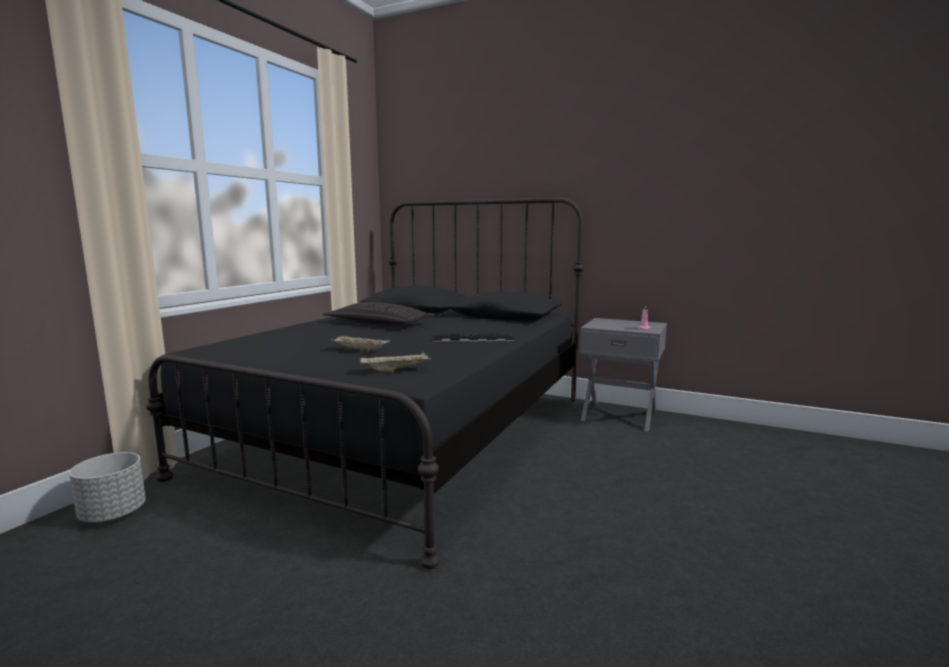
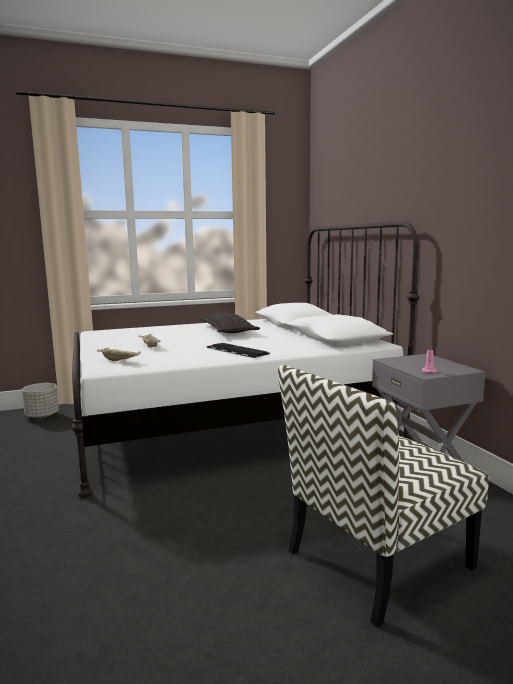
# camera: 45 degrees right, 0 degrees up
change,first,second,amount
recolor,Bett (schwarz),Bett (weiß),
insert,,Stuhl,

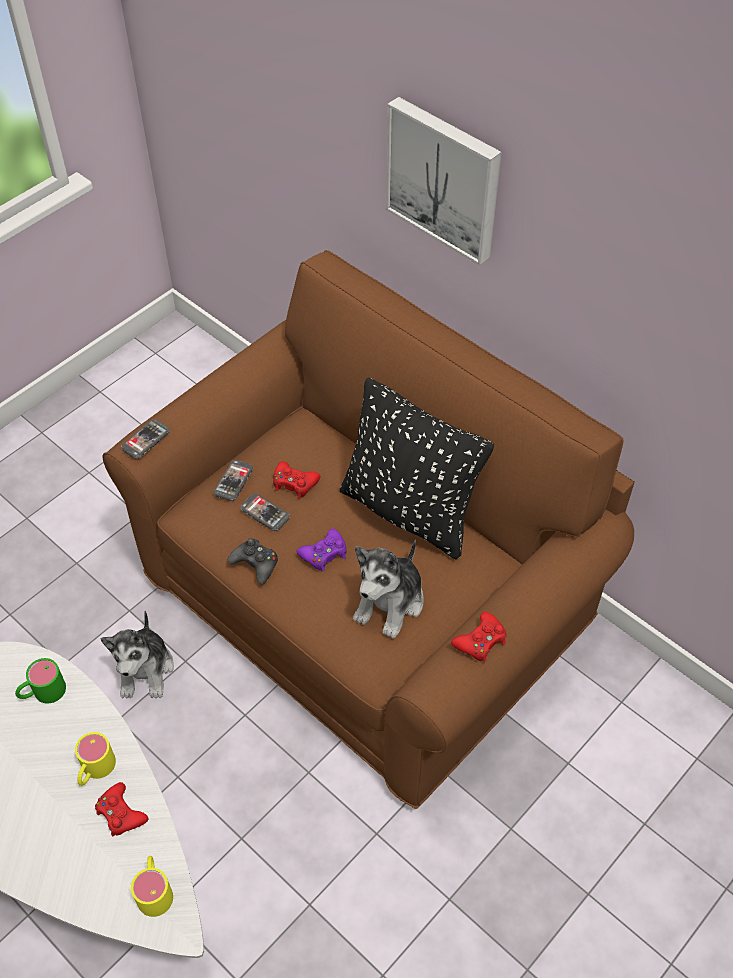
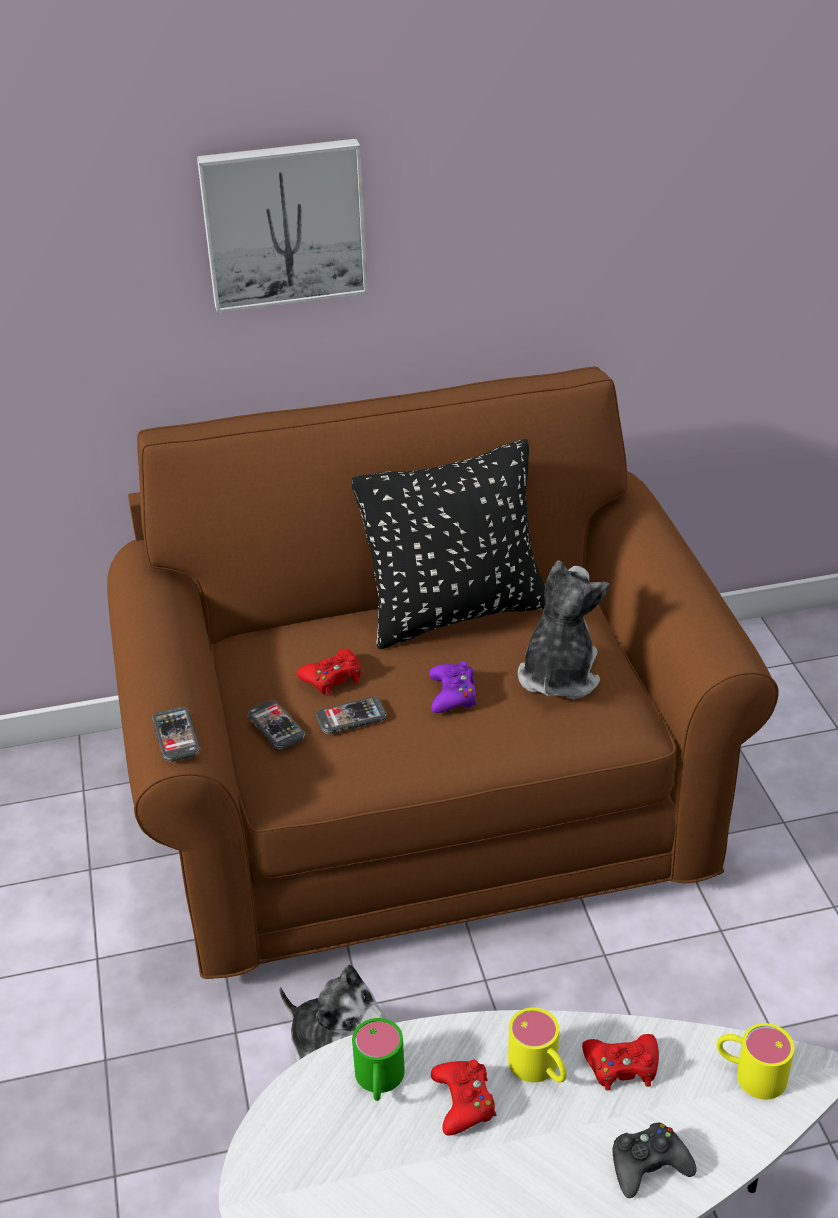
# camera: 55 degrees left, 15 degrees down
change,first,second,amount
move,Gamepad (rot) (3rd from left in the first image),Gamepad (rot) (2nd from left),
rotate,Plüschtier (2nd from left),,135 degrees counterclockwise
move,Gamepad (schwarz),,

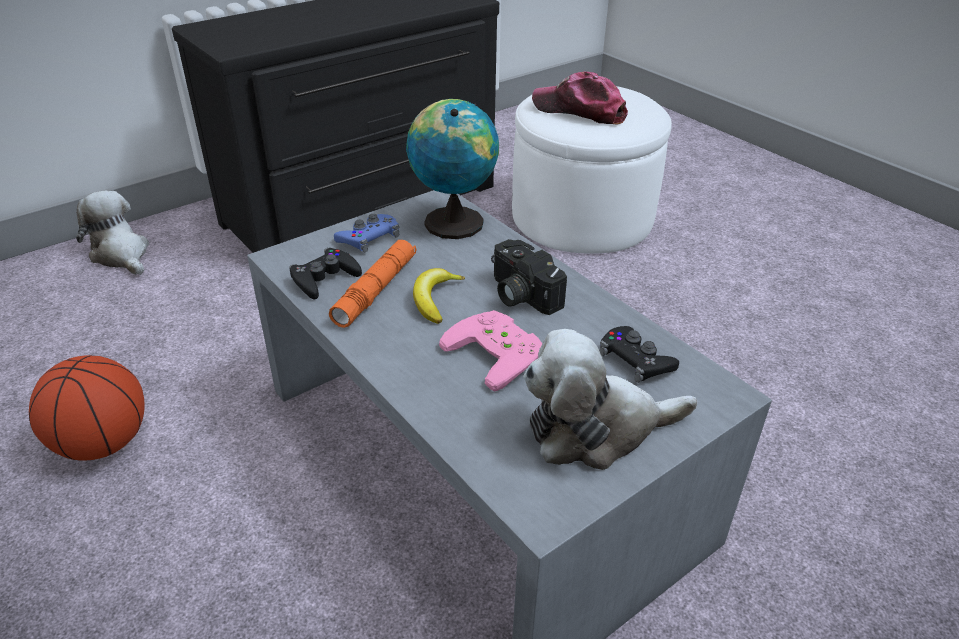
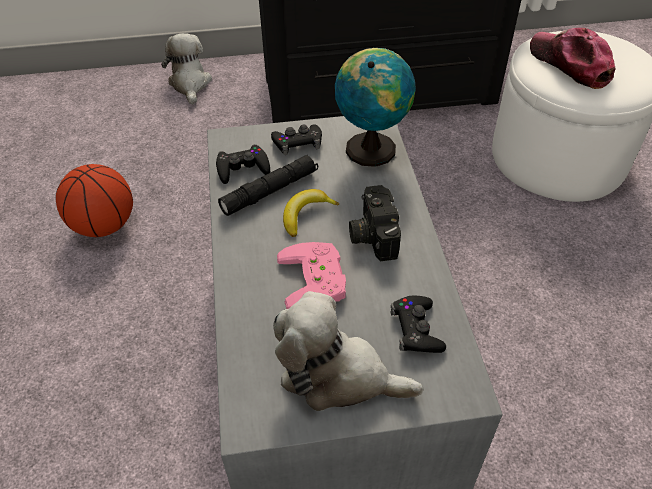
# camera: 30 degrees right, 10 degrees up
change,first,second,amount
recolor,Taschenlampe (orange),Taschenlampe (schwarz),
recolor,Gamepad (blau),Gamepad (schwarz) (2nd from left),

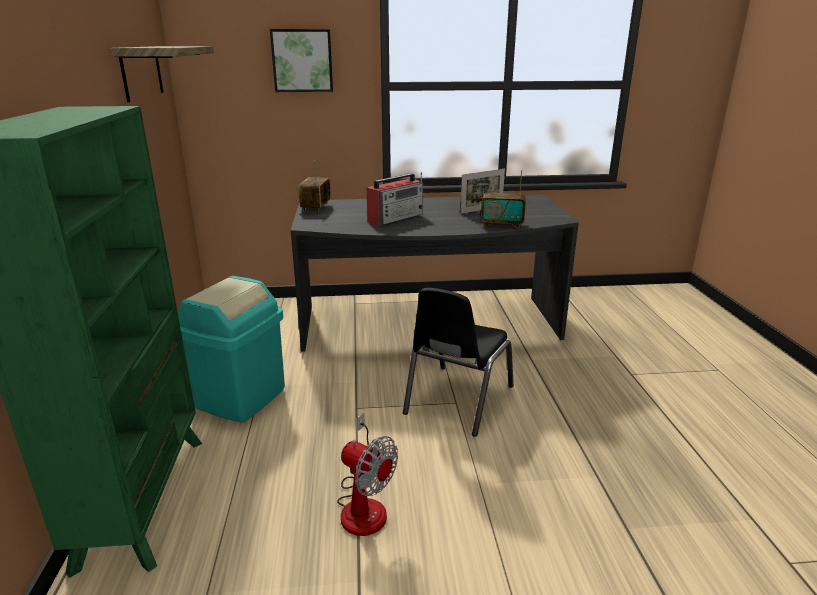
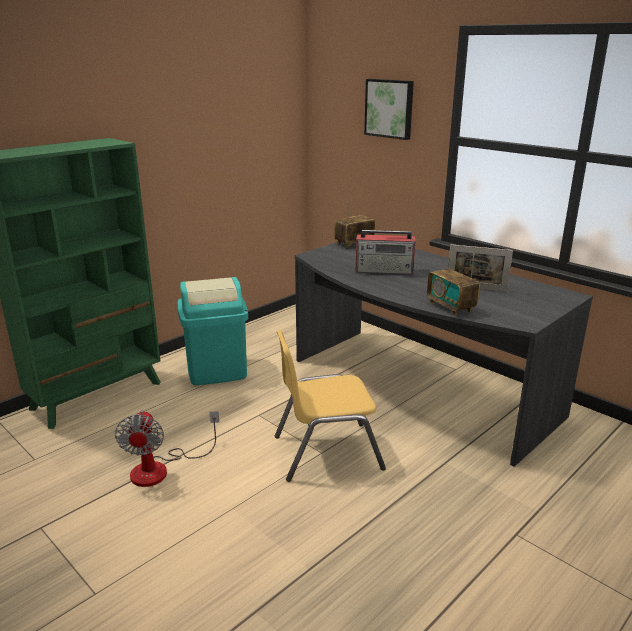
# camera: 50 degrees right, 0 degrees up
change,first,second,amount
recolor,Stuhl (schwarz),Stuhl (gelb),
delete,Wandregal,,

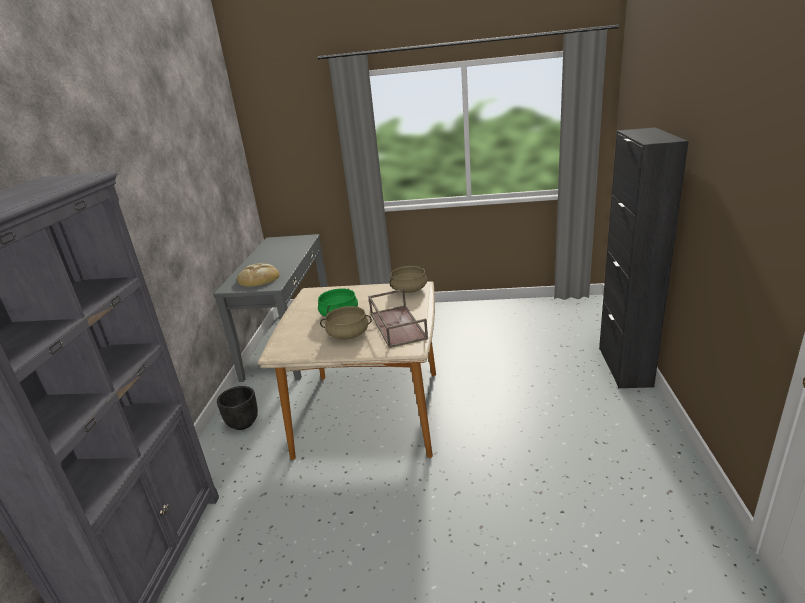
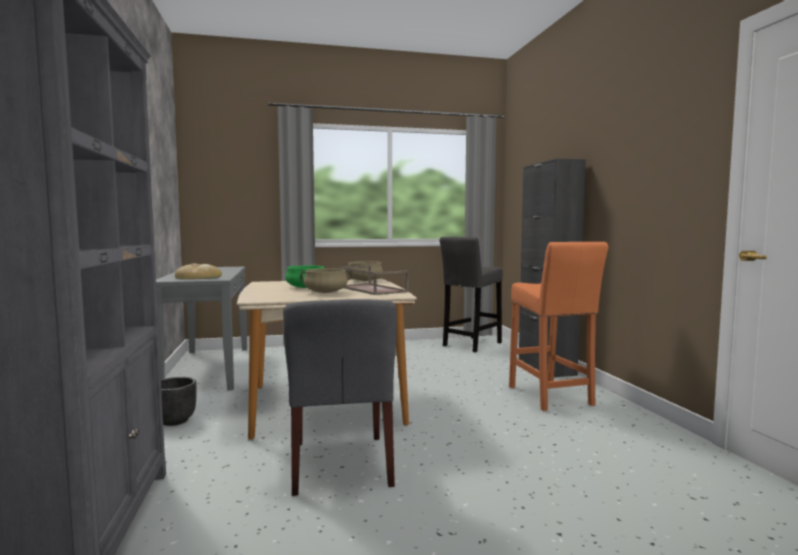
# camera: 20 degrees left, 20 degrees down
change,first,second,amount
insert,,Stuhl (grau),
insert,,Hocker (grau),
insert,,Hocker (orange),

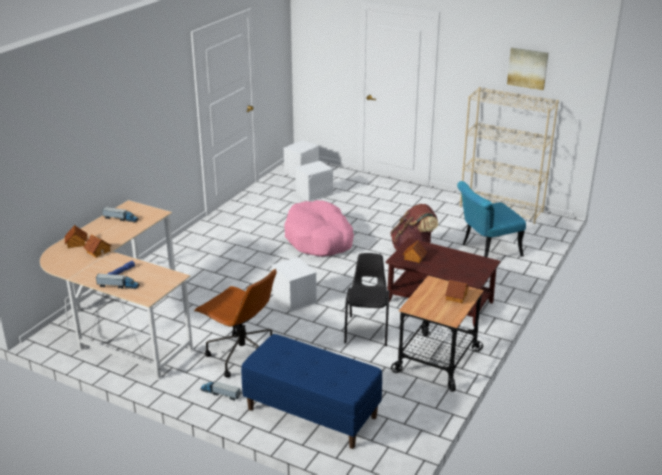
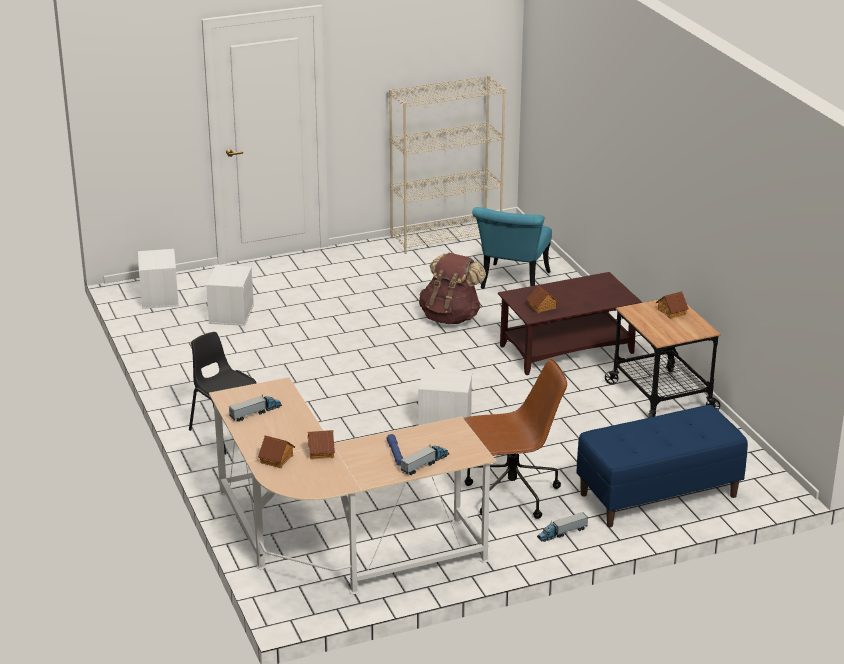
# camera: 50 degrees left, 0 degrees up
change,first,second,amount
move,Stuhl (schwarz),,
delete,Hundebett (rosa),,
delete,Bild,,

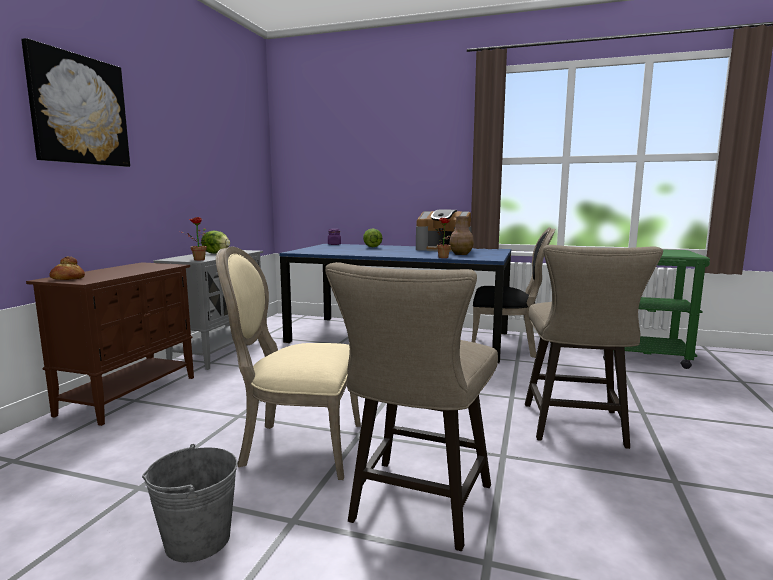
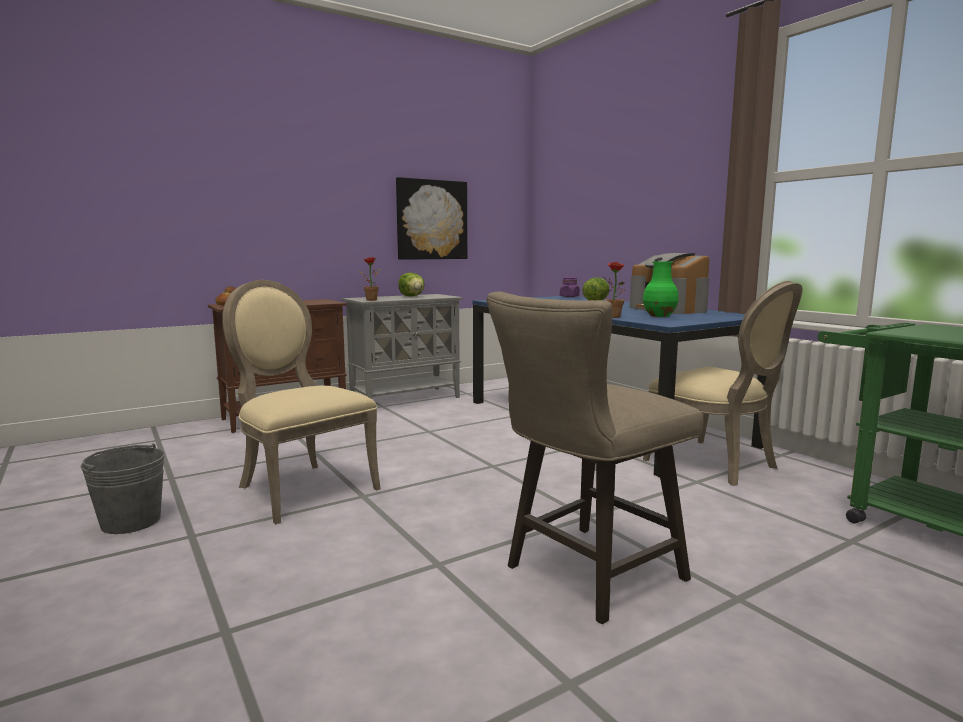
# camera: 40 degrees right, 0 degrees up
change,first,second,amount
move,Bild,,
recolor,Vase (braun),Vase (grün),
recolor,Stuhl (schwarz),Stuhl (beige) (2nd from left),
delete,Hocker (beige) (1st from left),,

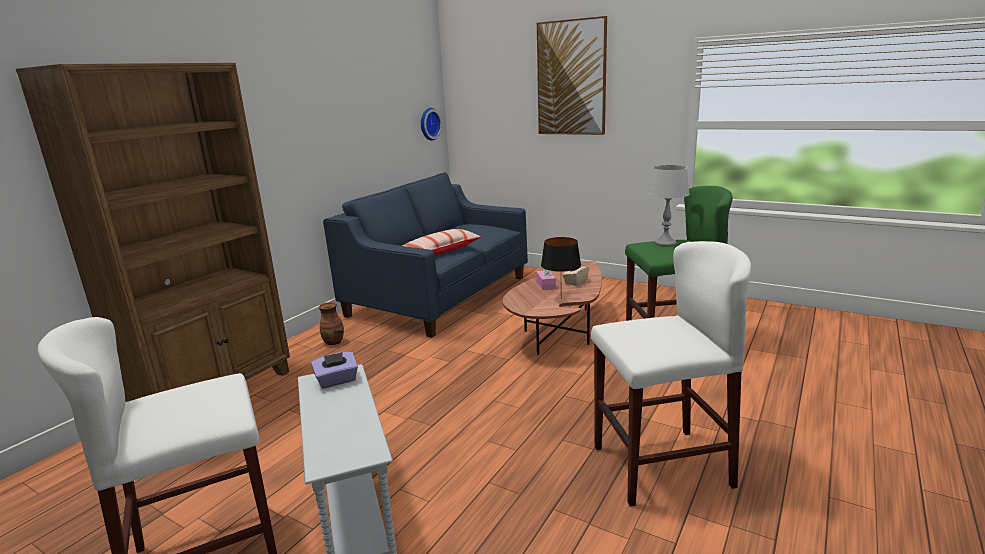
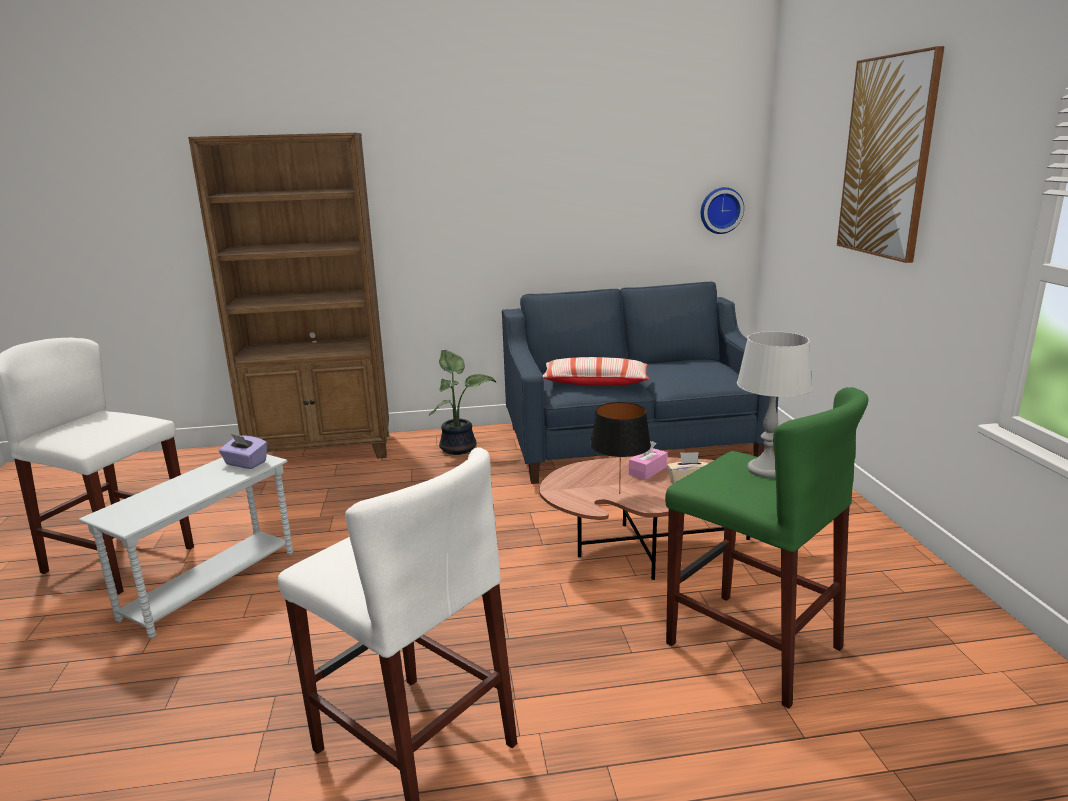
# camera: 50 degrees right, 0 degrees up
change,first,second,amount
replace,Vase,Topfpflanze,

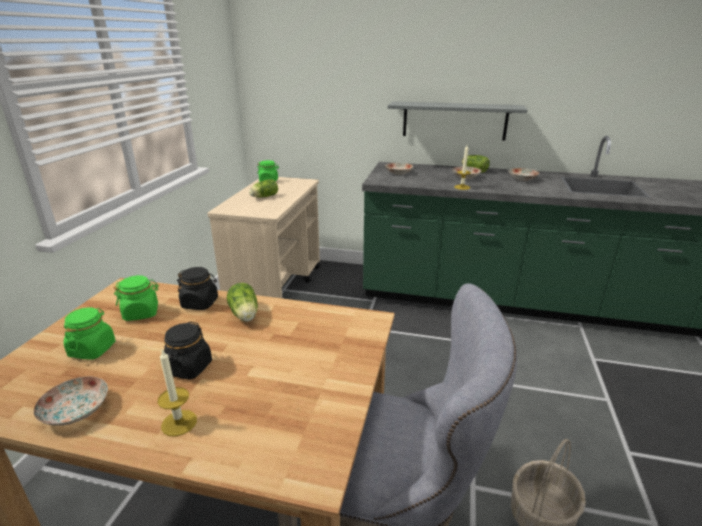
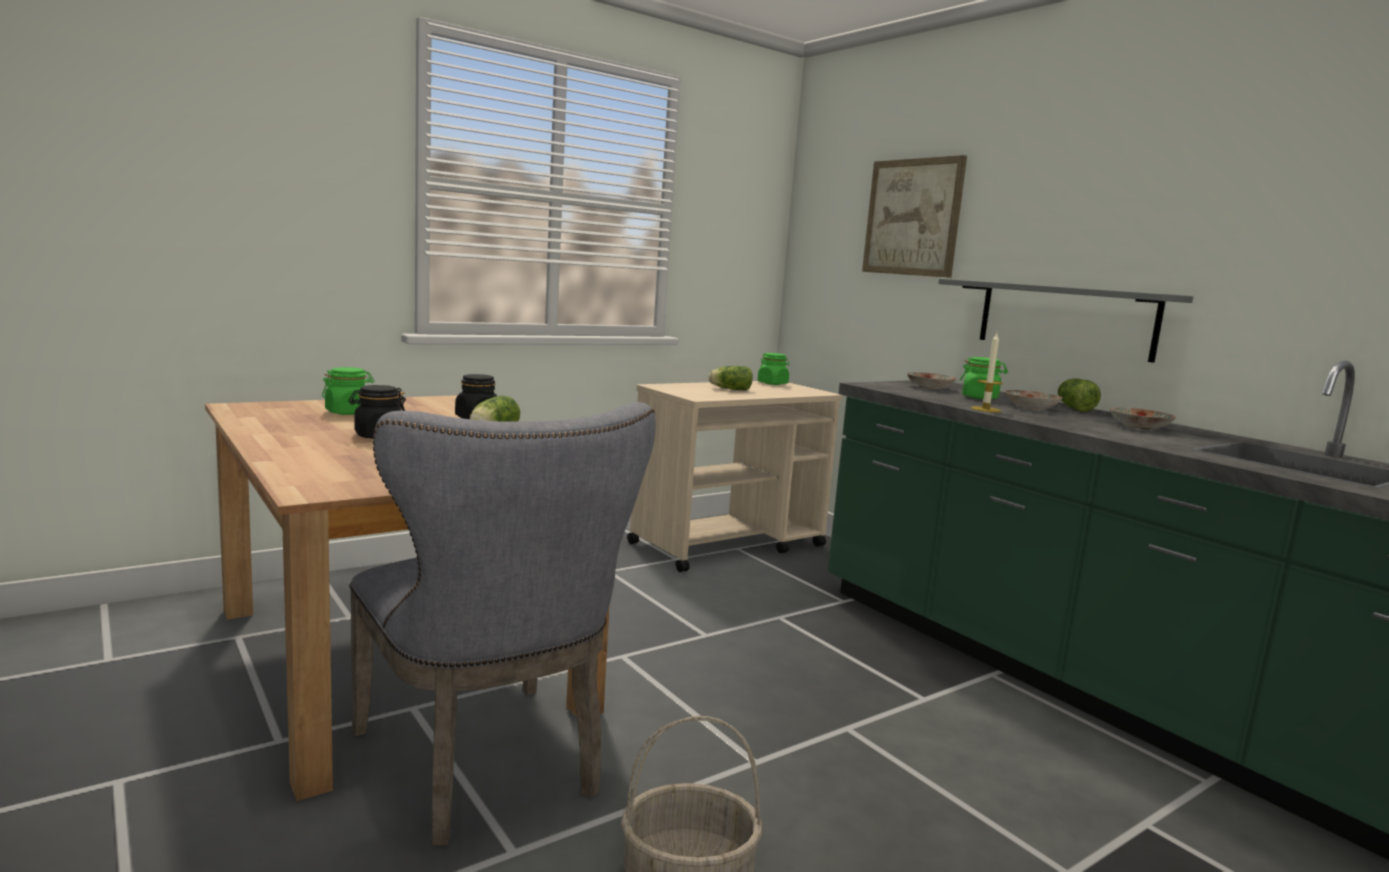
# camera: 40 degrees right, 15 degrees down
change,first,second,amount
insert,,Bild,
move,Vorratsglas (grün) (2nd from left in the first image),Vorratsglas (grün) (3rd from left),
delete,Teller (1st from left),,
delete,Kerze (1st from left),,

